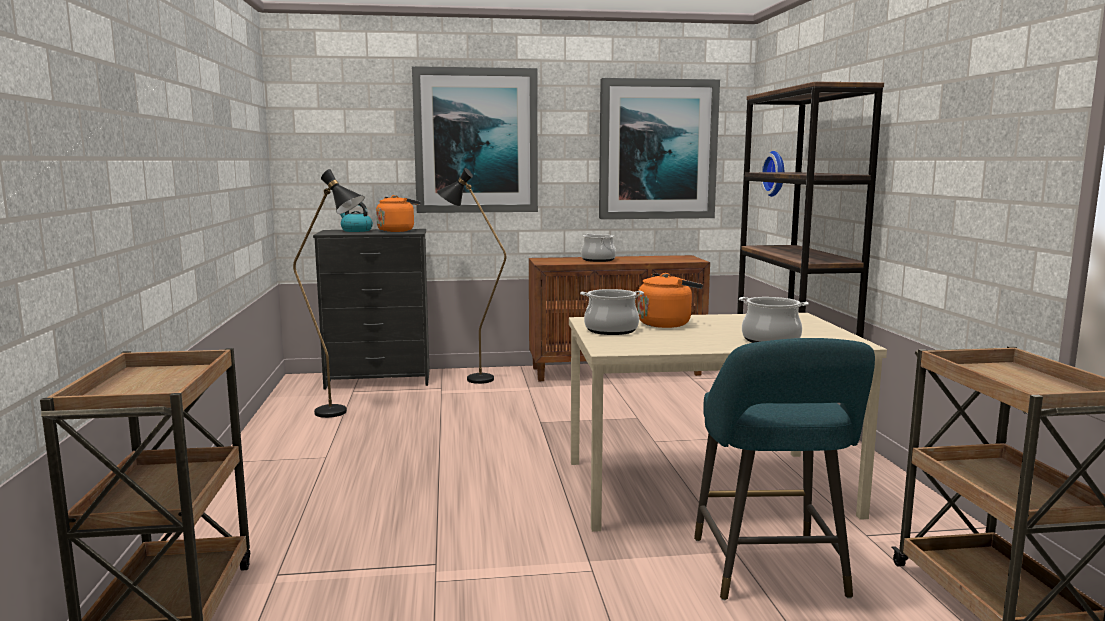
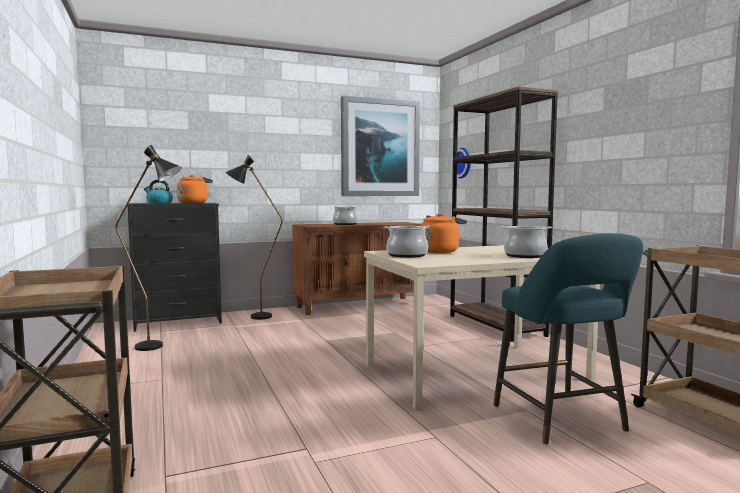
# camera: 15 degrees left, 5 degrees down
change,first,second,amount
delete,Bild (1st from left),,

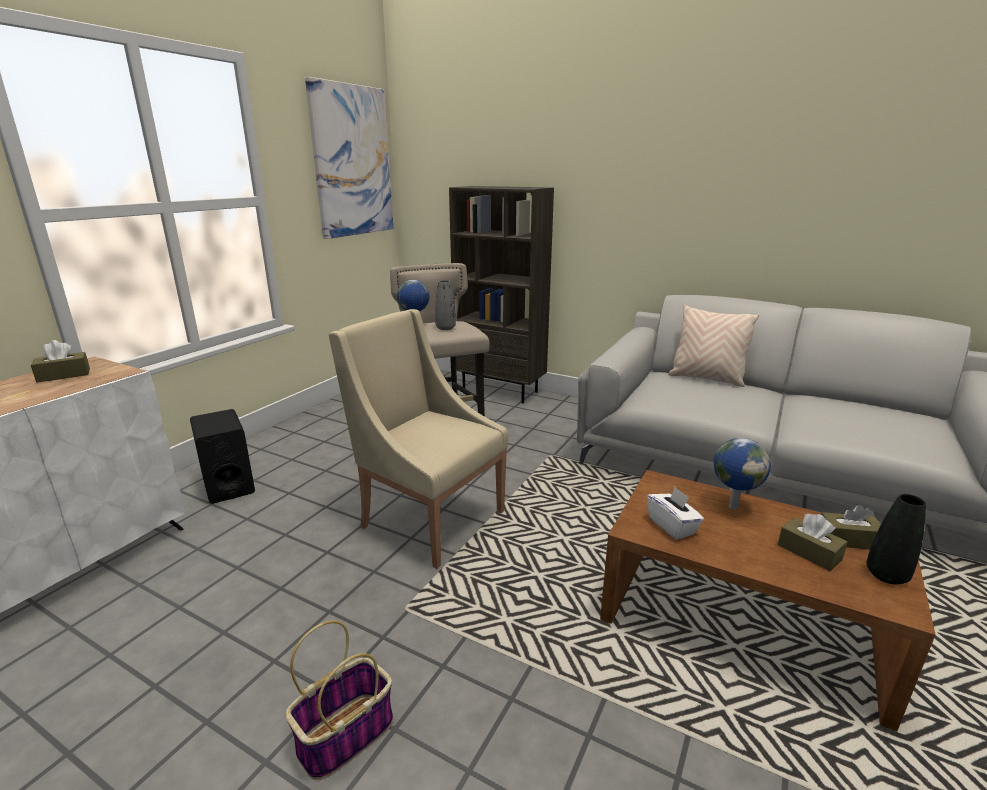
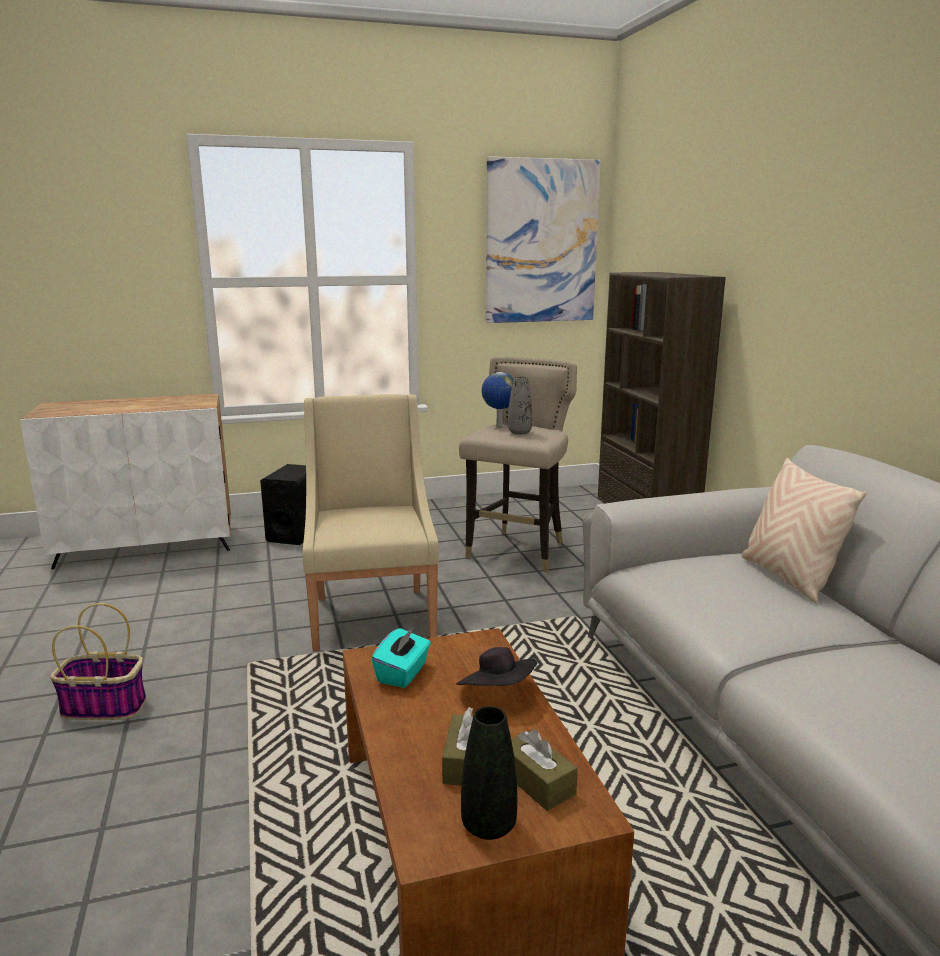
# camera: 45 degrees right, 5 degrees down
change,first,second,amount
recolor,Taschentuchbox (weiß),Taschentuchbox (türkis),
replace,Globus (2nd from left),Hut (schwarz),
delete,Taschentuchbox (braun) (1st from left),,

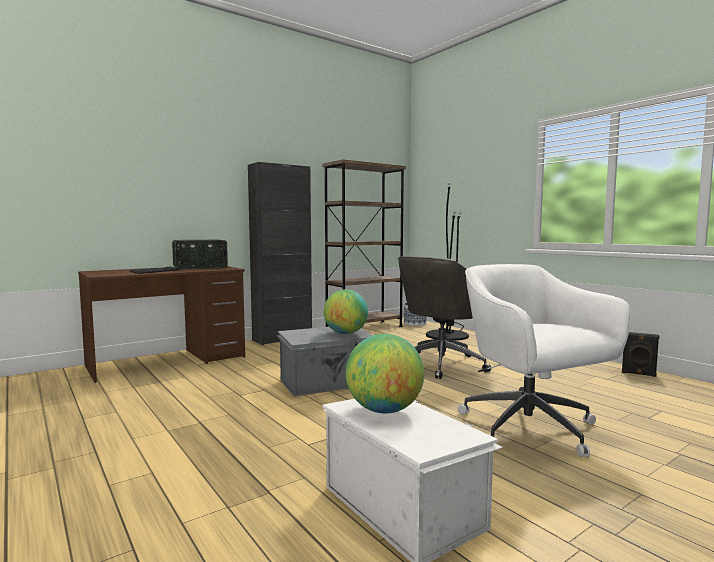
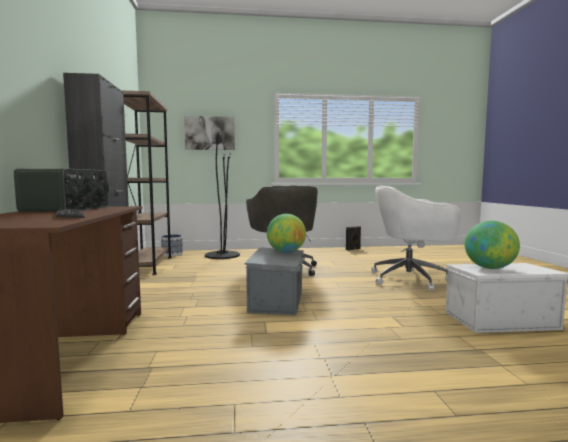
# camera: 60 degrees left, 0 degrees up
change,first,second,amount
insert,,Bild,

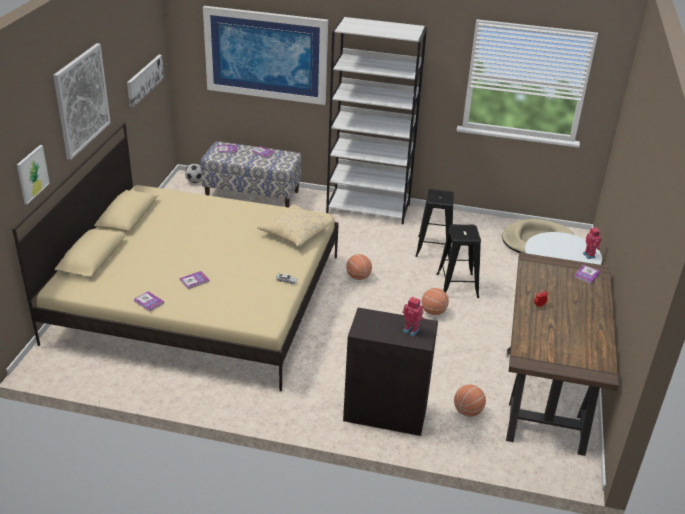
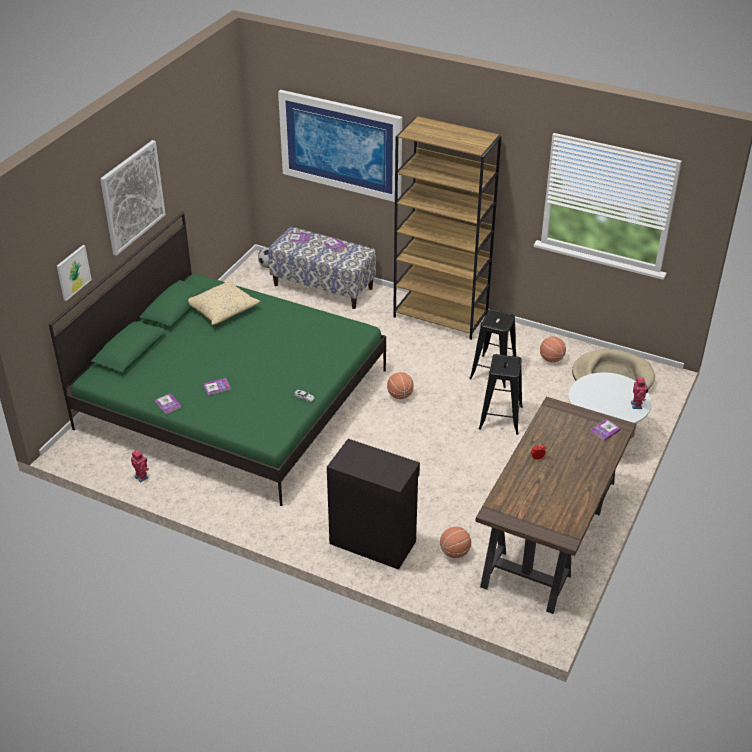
# camera: 15 degrees right, 5 degrees up
change,first,second,amount
recolor,Bett (beige),Bett (grün),
move,Spielzeugroboter (1st from left),,
move,Kissen (beige),,
recolor,Bücherregal (weiß),Bücherregal (braun),
move,Basketball (2nd from left in the first image),Basketball (3rd from left),
delete,Bild (3rd from left),,

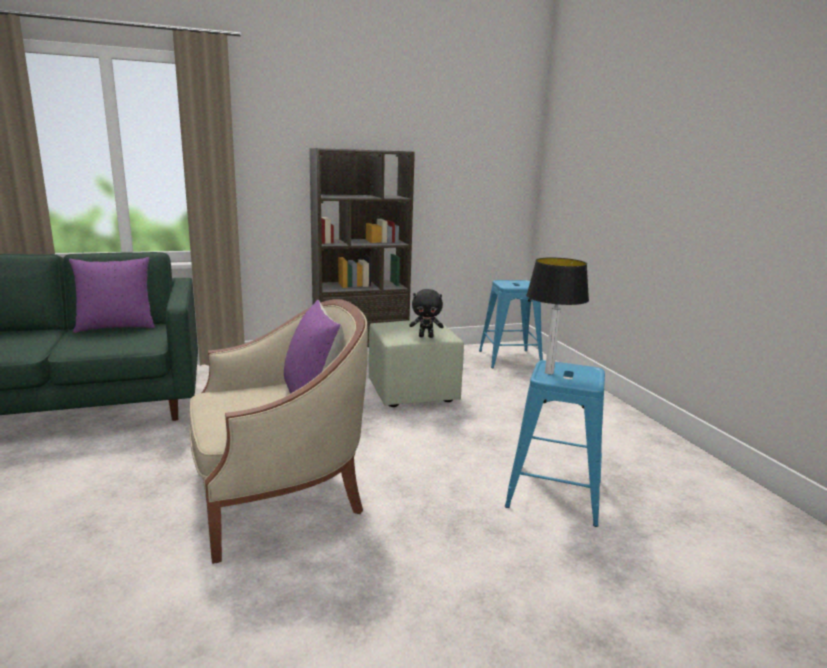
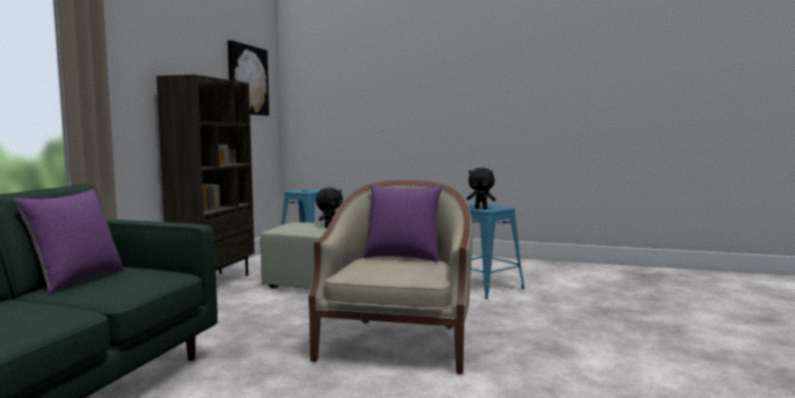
# camera: 55 degrees left, 10 degrees down
change,first,second,amount
insert,,Bild,
replace,Tischlampe,Plüschtier (schwarz) (2nd from left),

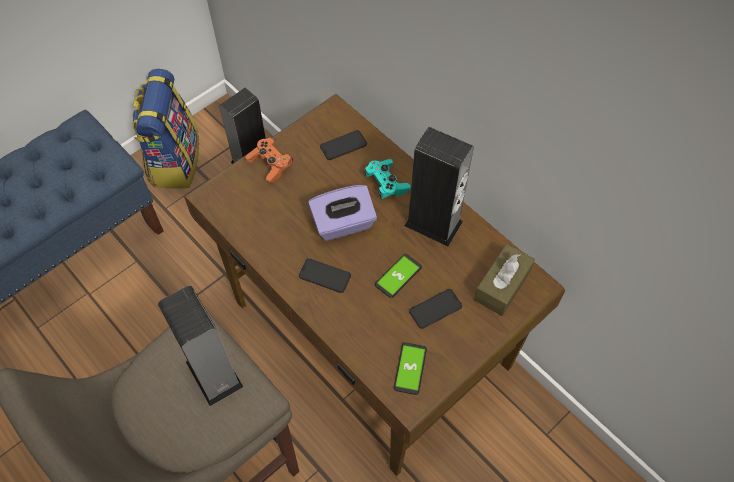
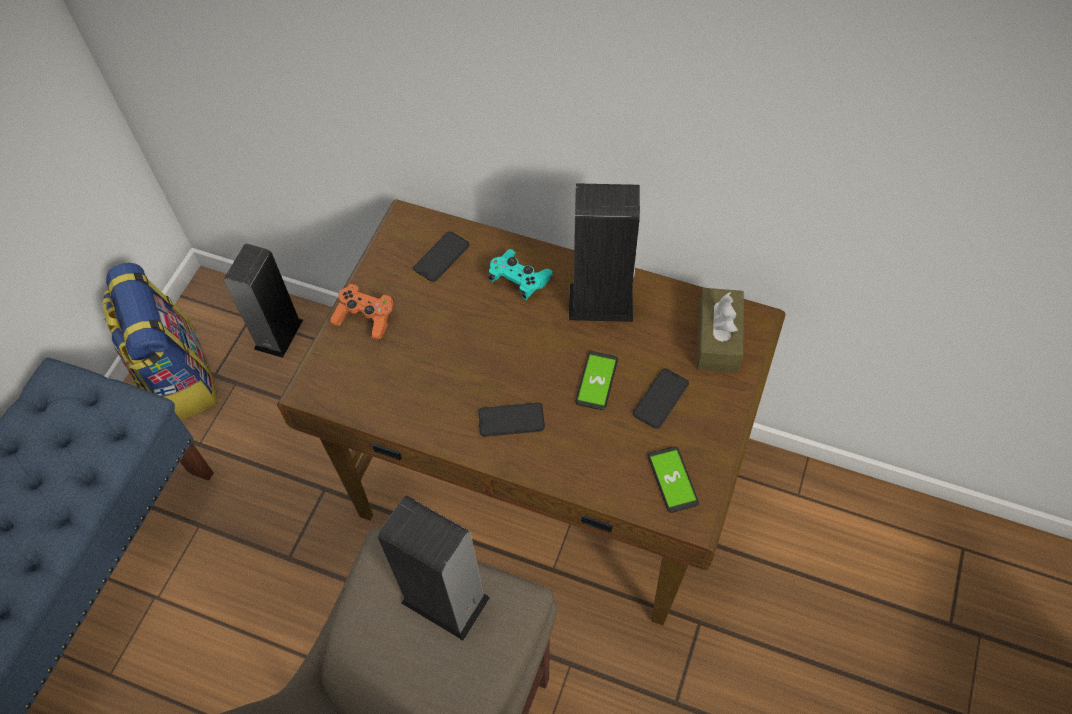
# camera: 25 degrees left, 0 degrees up
change,first,second,amount
delete,Taschentuchbox (lila),,

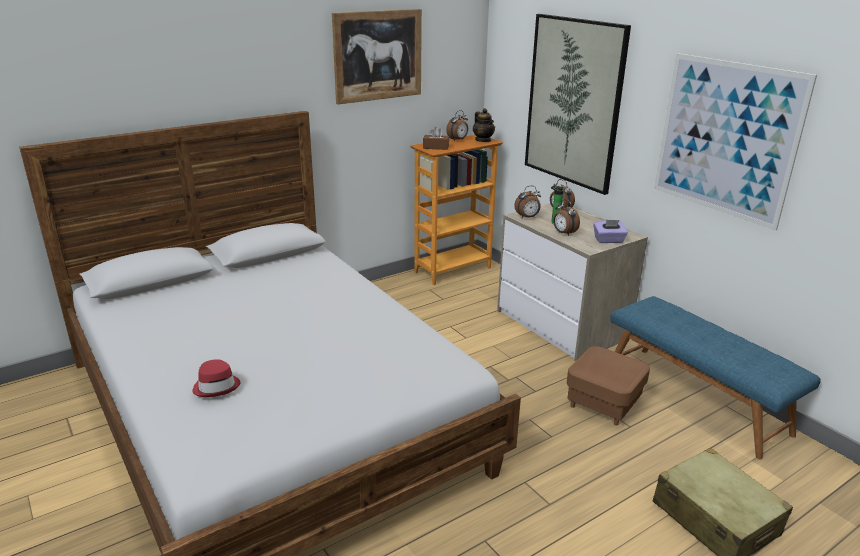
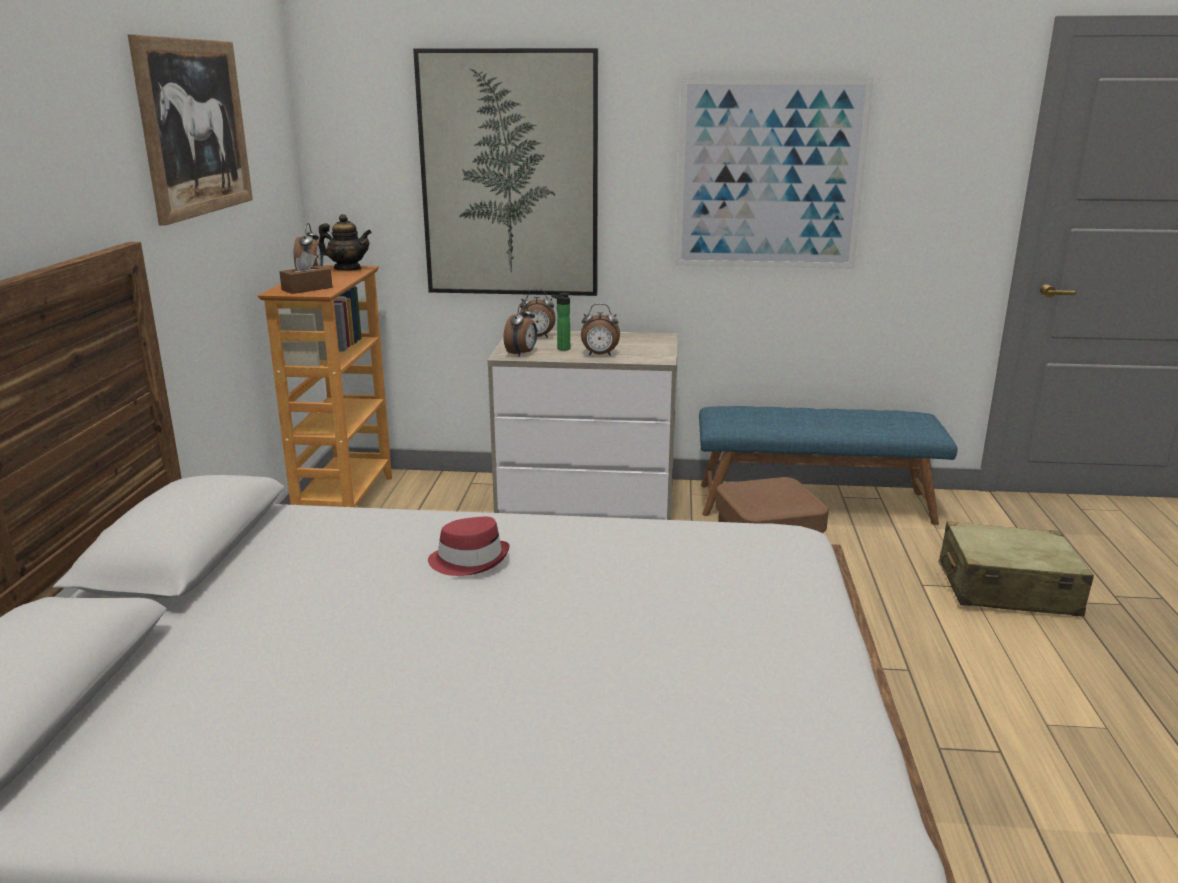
# camera: 50 degrees left, 5 degrees down
change,first,second,amount
move,Hut (rot),,
delete,Taschentuchbox (lila),,

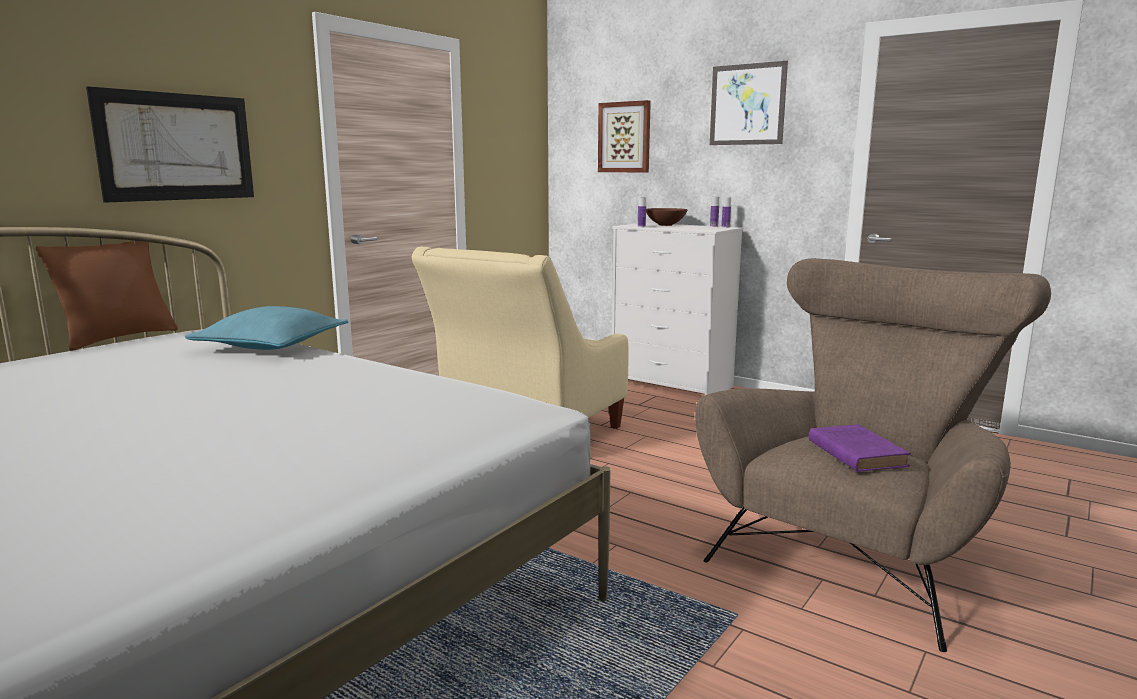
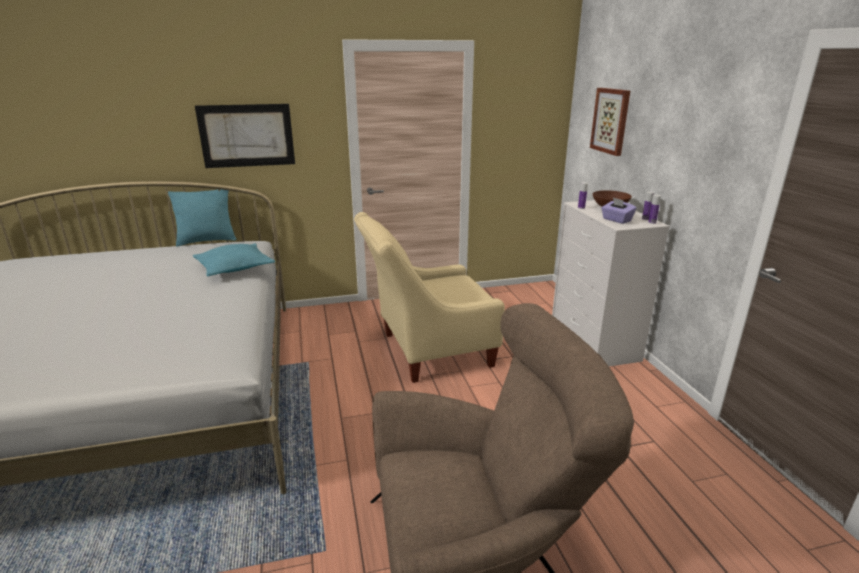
# camera: 40 degrees right, 10 degrees up
change,first,second,amount
recolor,Kissen (braun),Kissen (türkis) (1st from left),
insert,,Taschentuchbox (lila),
delete,Bild (3rd from left),,
delete,Buch (lila),,

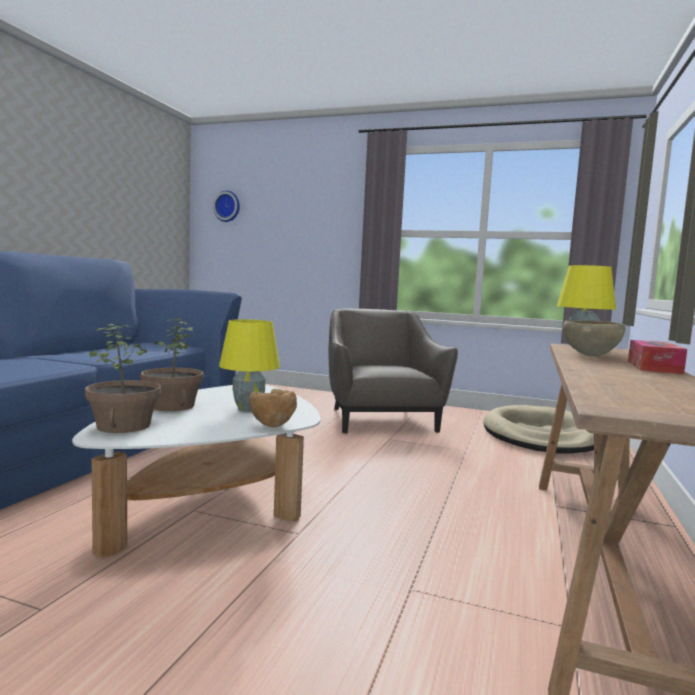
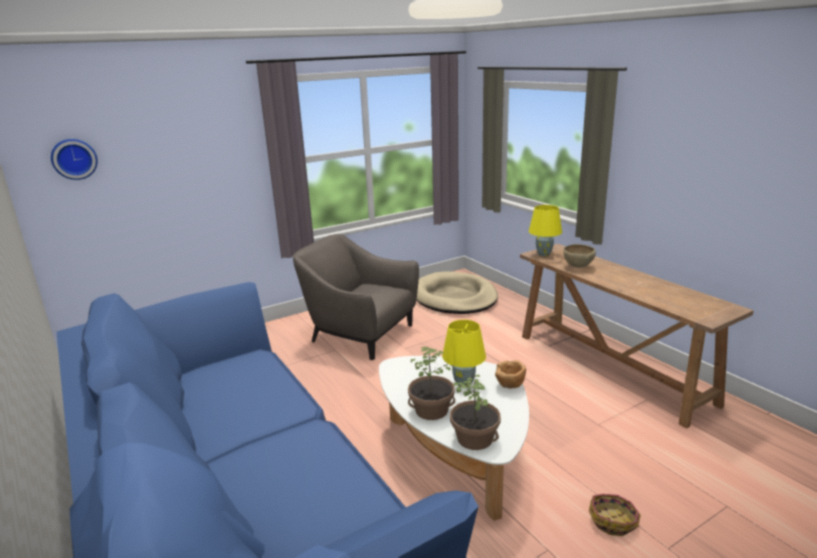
# camera: 50 degrees left, 15 degrees up
change,first,second,amount
insert,,Korb,
delete,Taschentuchbox,,

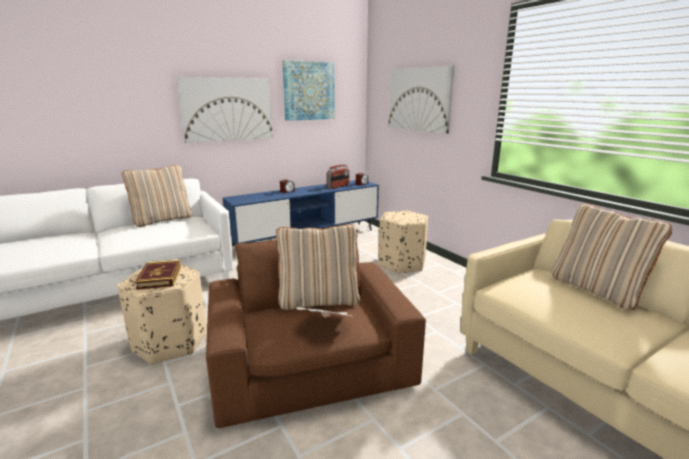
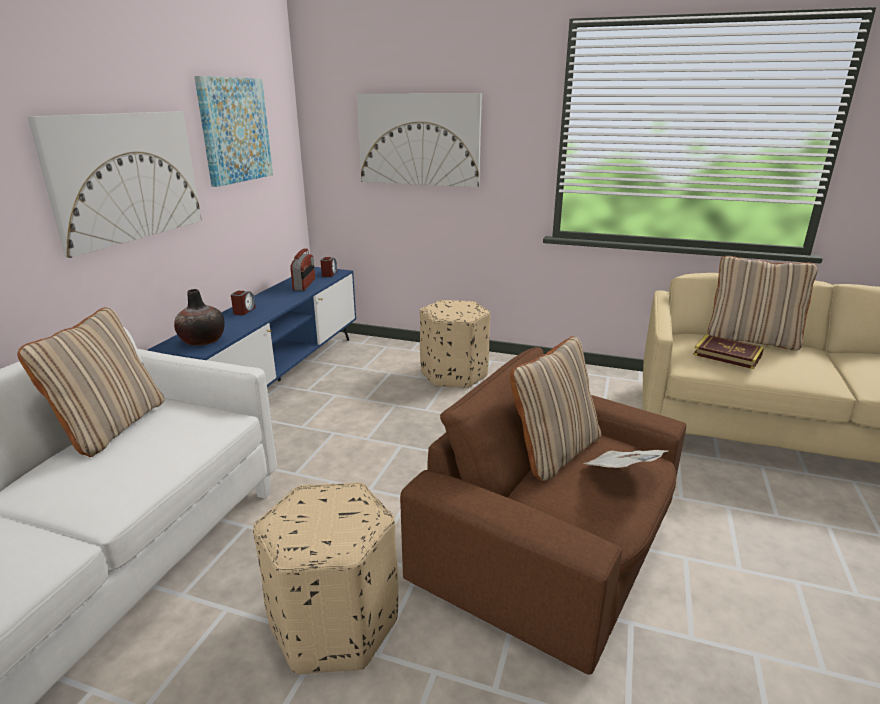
# camera: 40 degrees left, 5 degrees up
change,first,second,amount
insert,,Vase,
move,Buch,,

